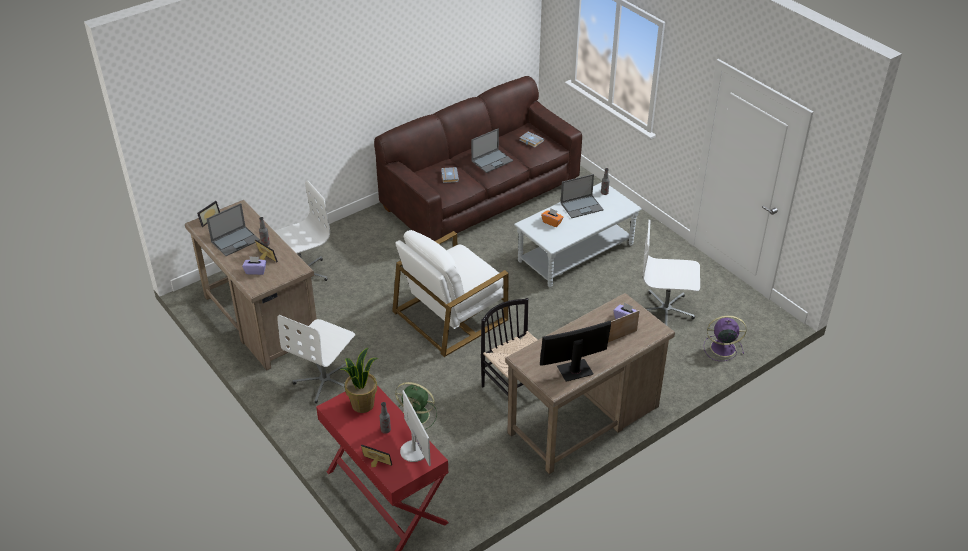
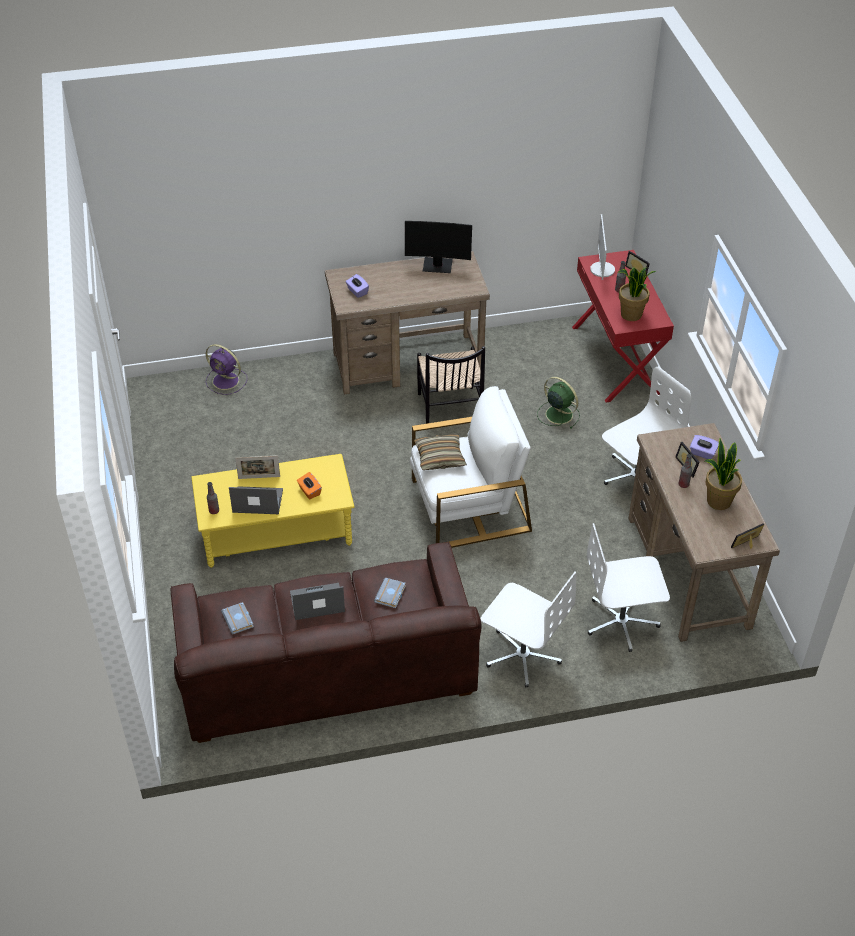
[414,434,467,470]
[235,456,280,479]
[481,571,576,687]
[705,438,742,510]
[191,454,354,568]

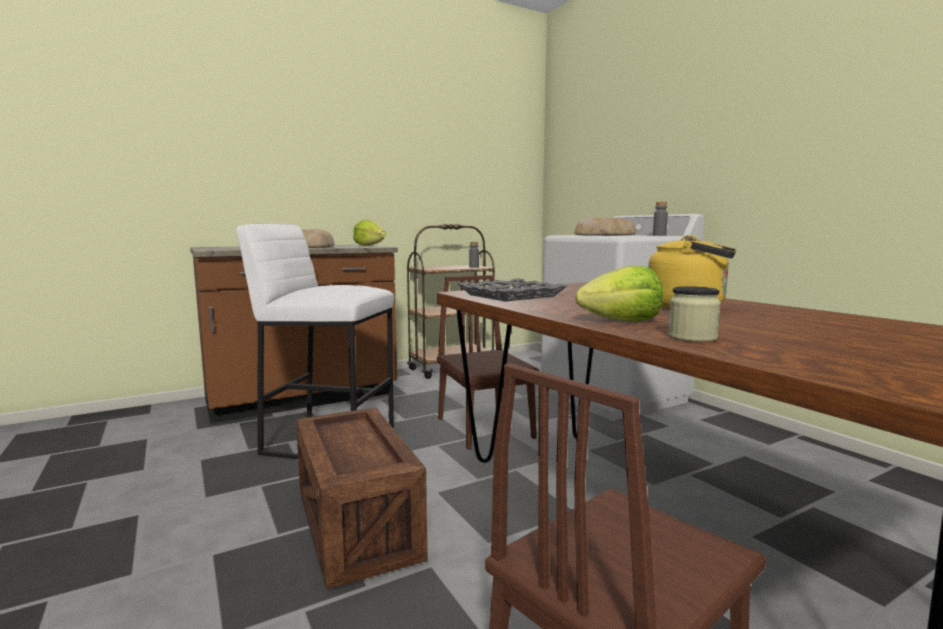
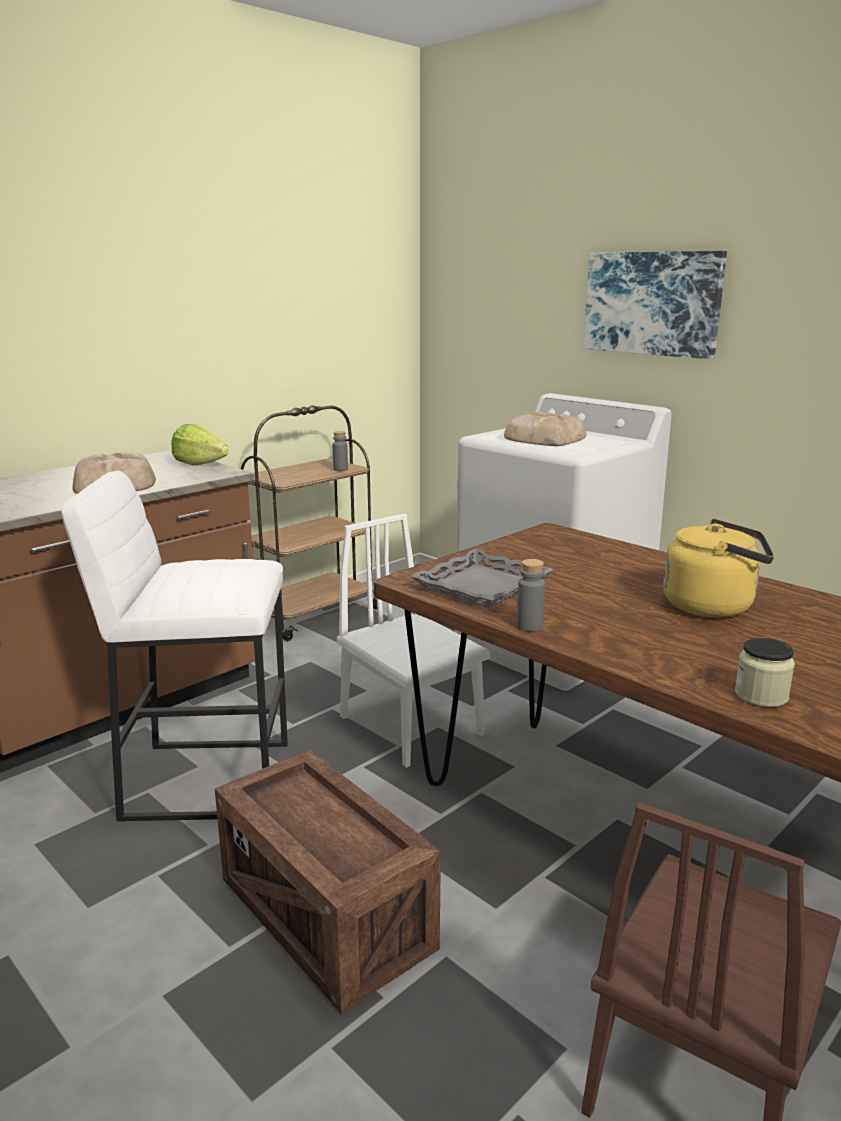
[575,266,663,321] (first image)
[583,251,727,359]
[517,559,545,631]
[337,514,490,768]

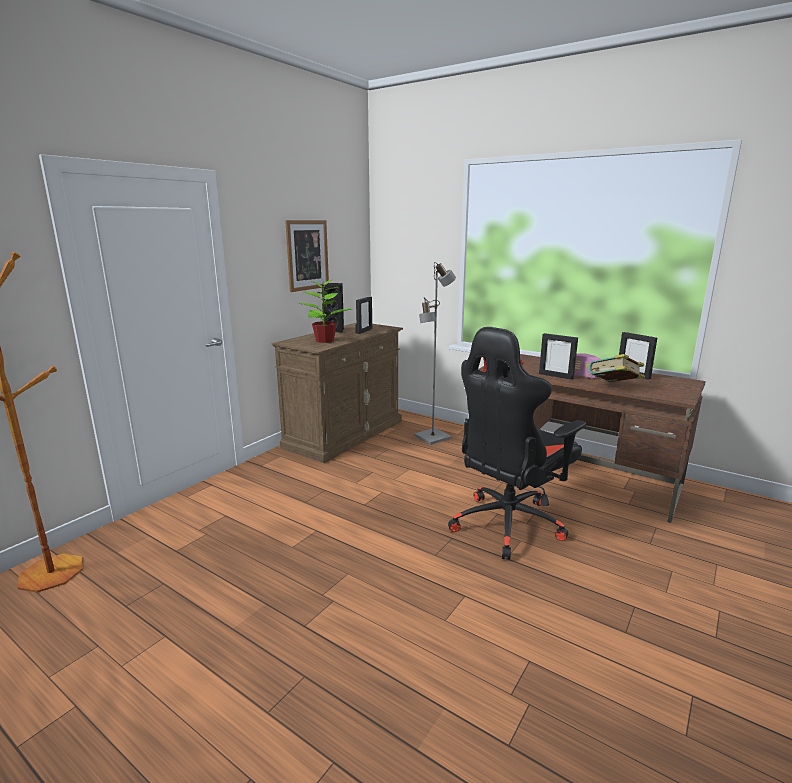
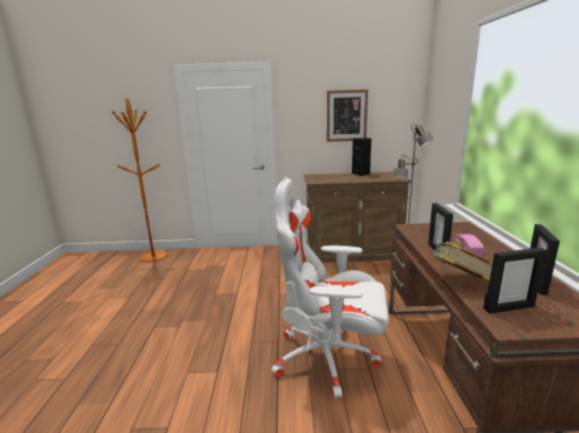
[299,280,352,343] (first image)
[483,247,547,314]
[271,177,389,399]

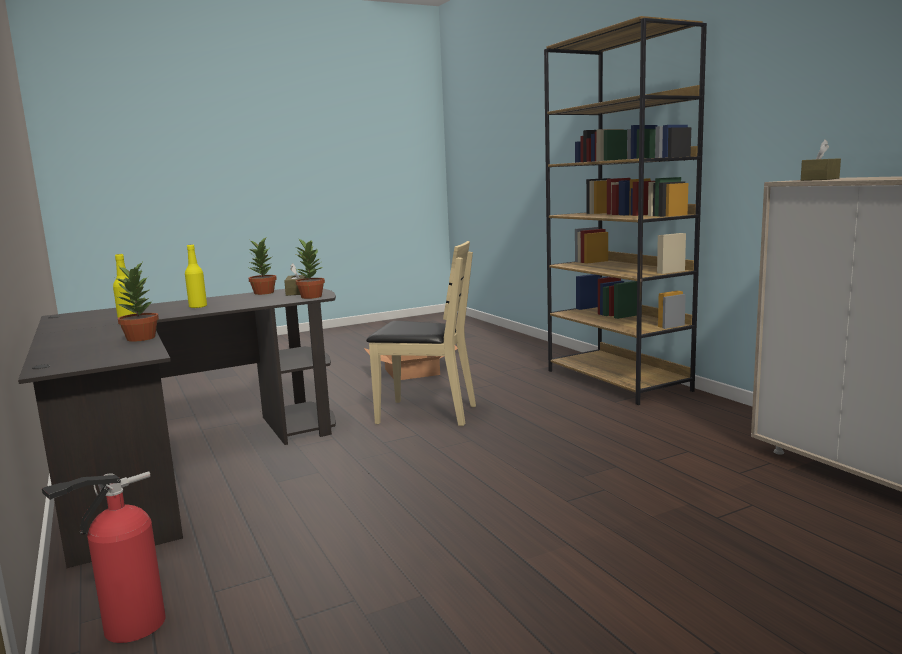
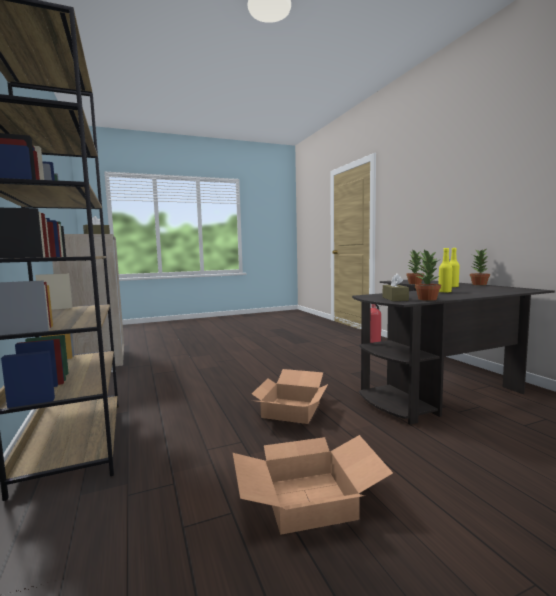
[470,249,490,285]
[252,369,328,424]

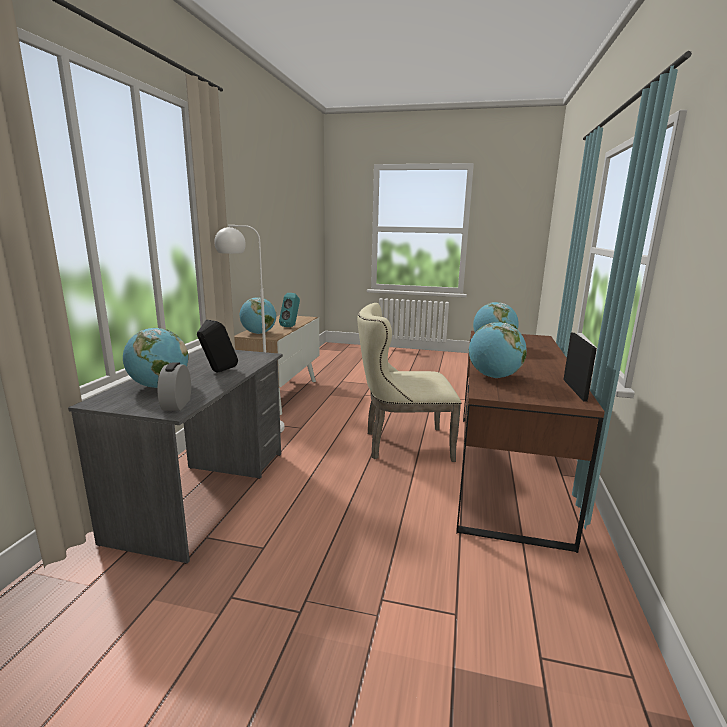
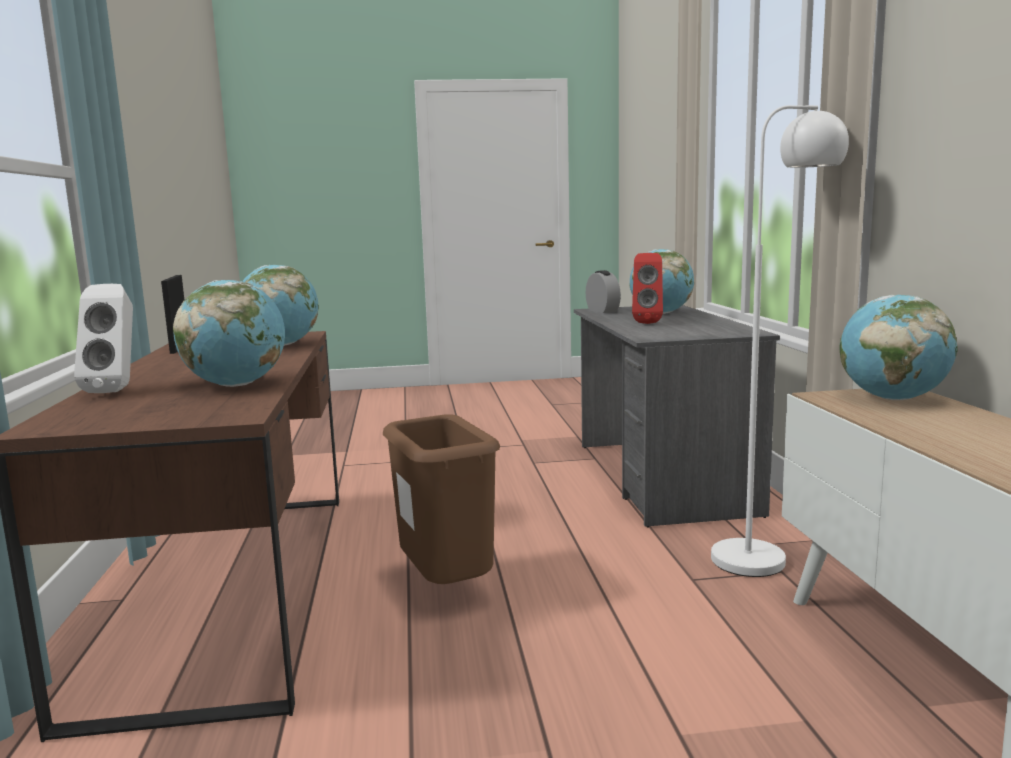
[279,293,300,327] (first image)
[74,284,133,393]
[383,414,500,584]
[632,253,663,324]

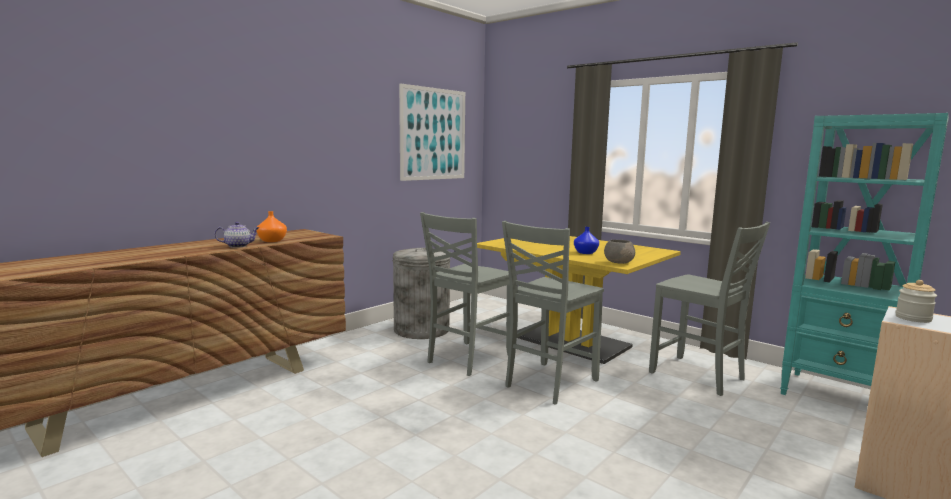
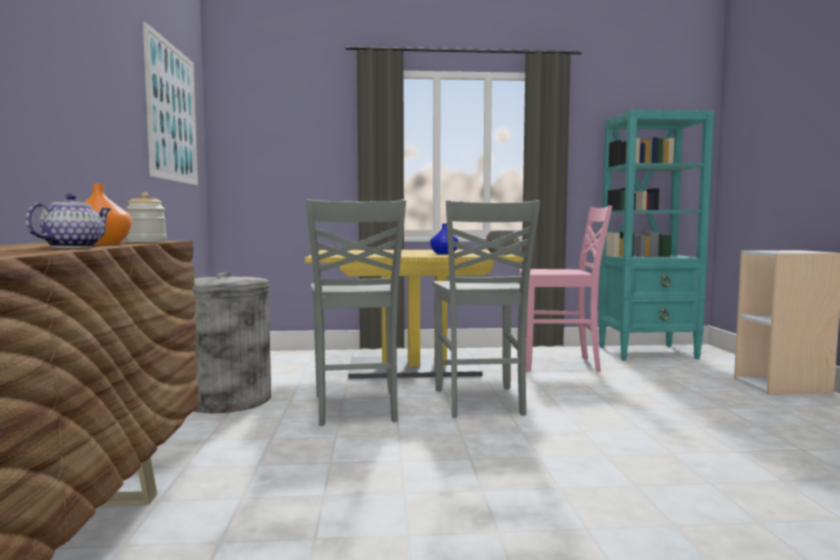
[125,192,167,242]
[517,205,612,372]

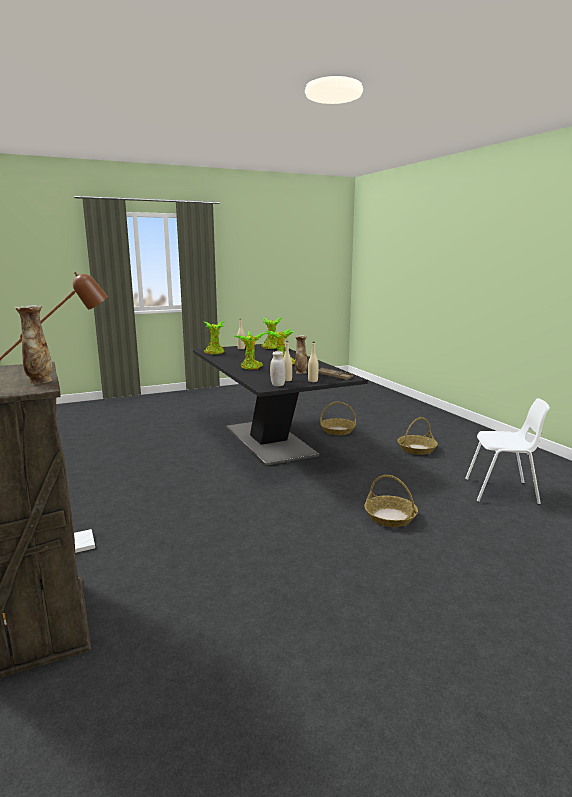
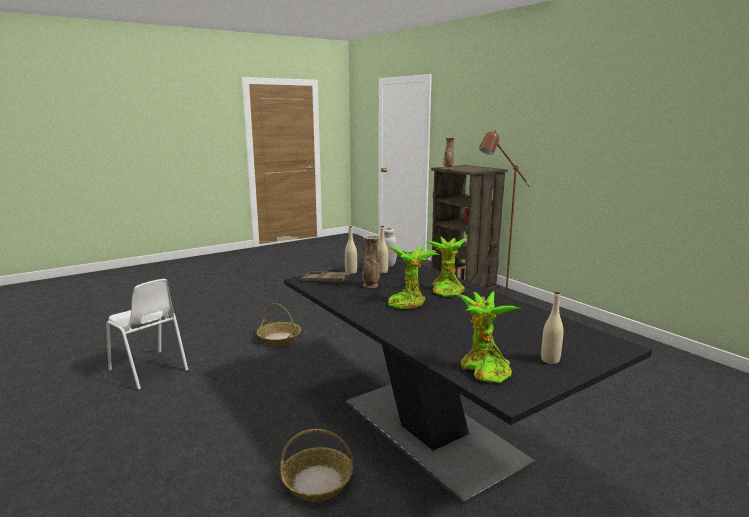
[204,321,226,354] (first image)
[397,417,438,455] (first image)
[106,279,188,390]

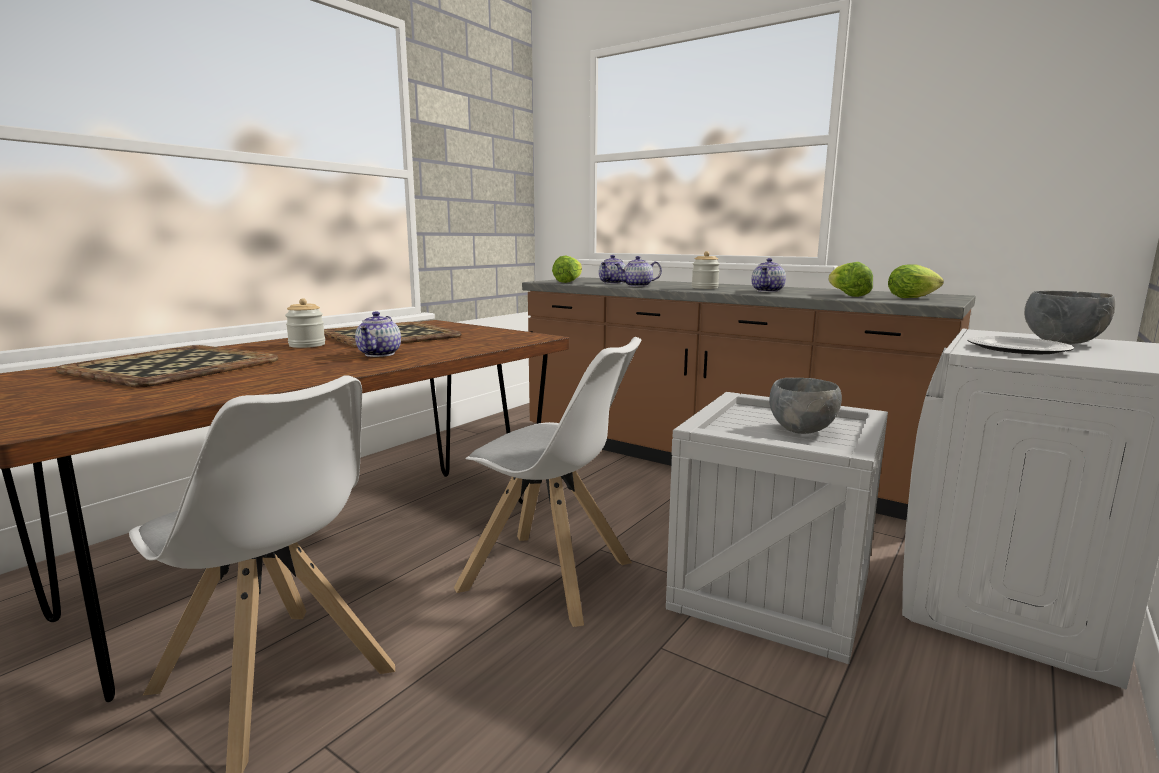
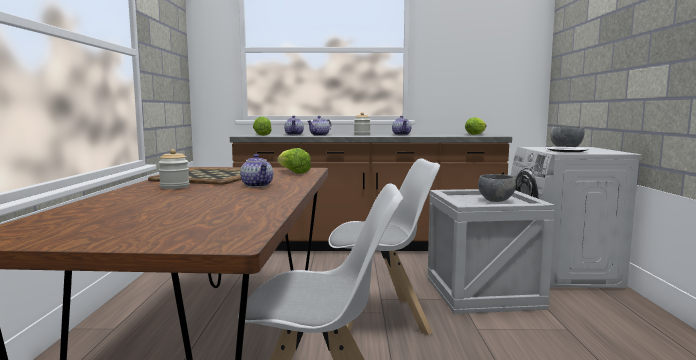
[55,345,278,387] (first image)
[277,148,311,174]

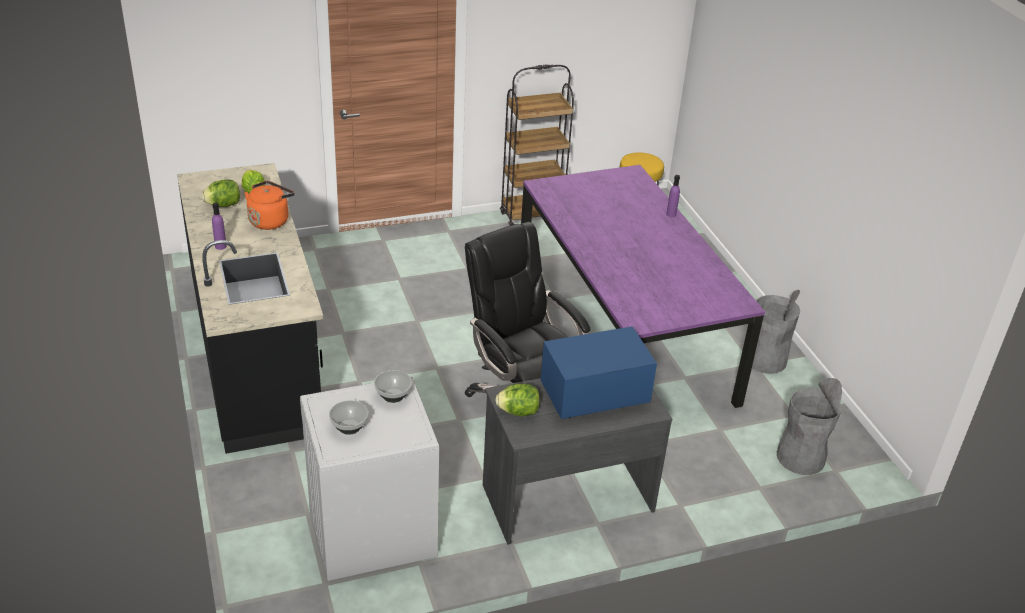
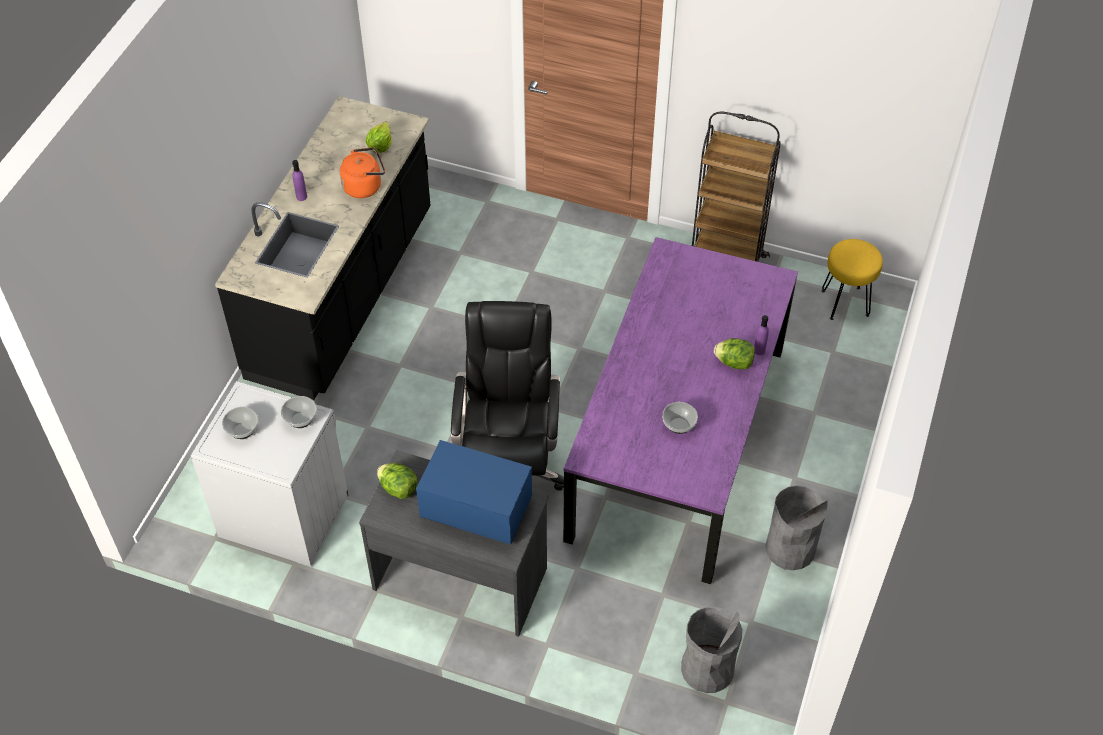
[662,402,698,434]
[714,338,755,370]

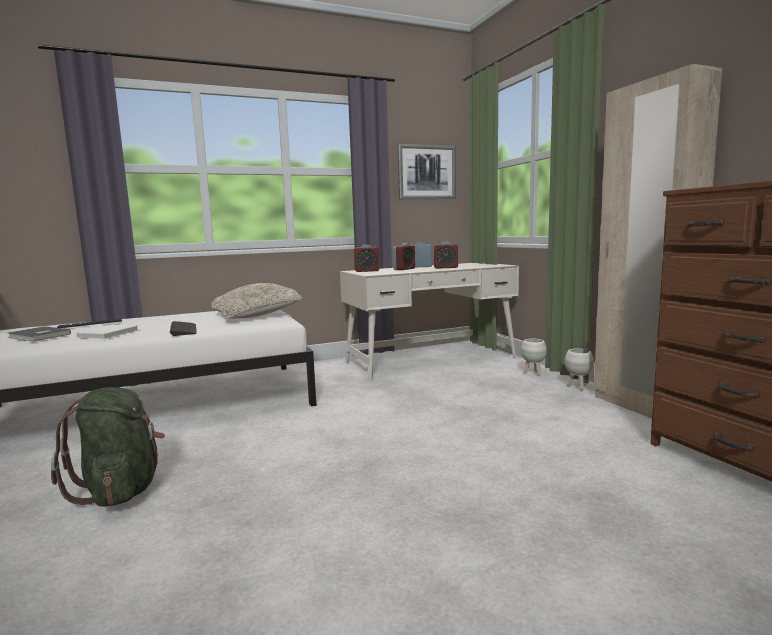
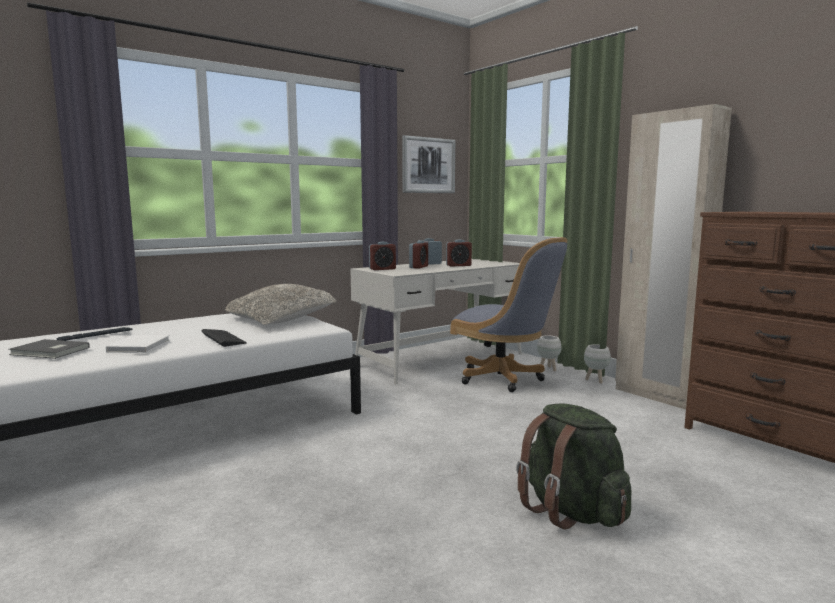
[450,237,567,392]
[516,404,632,529]

